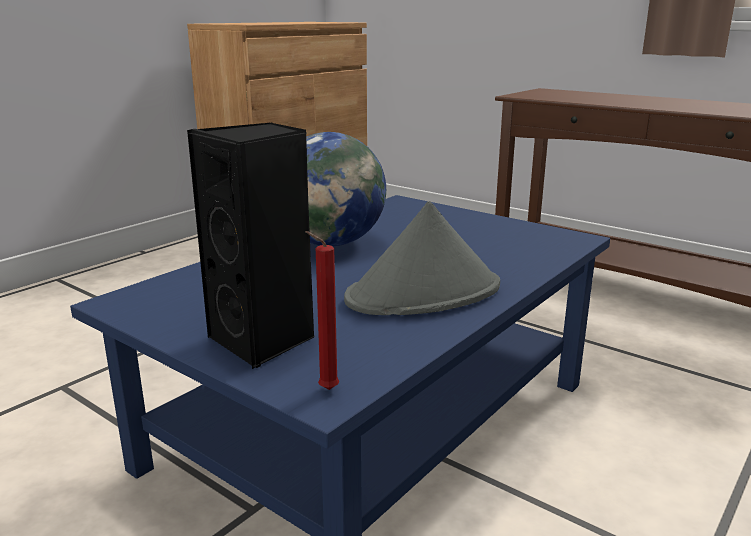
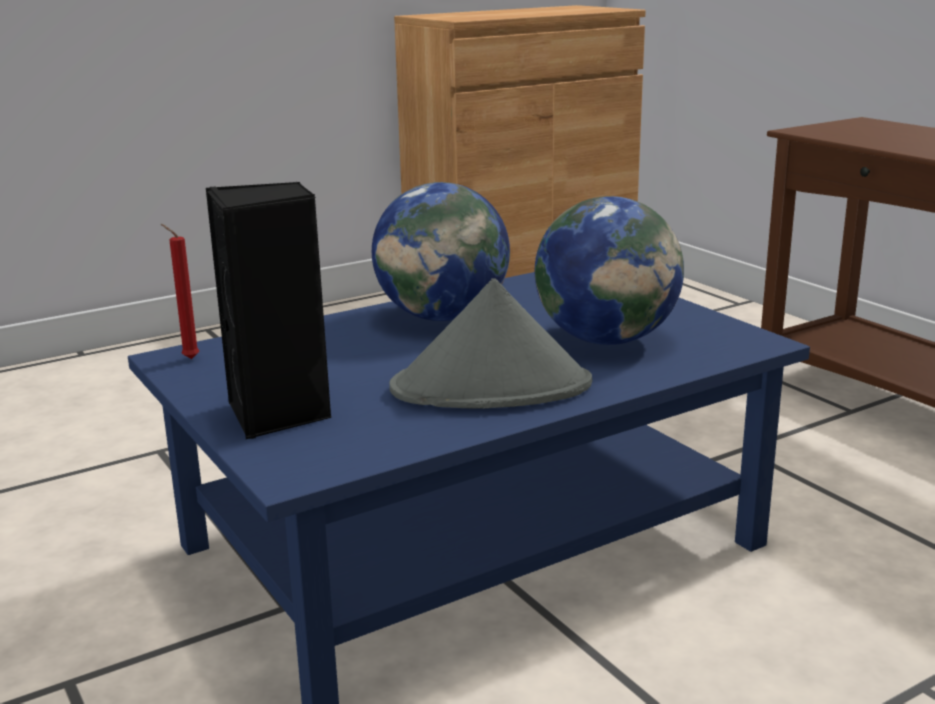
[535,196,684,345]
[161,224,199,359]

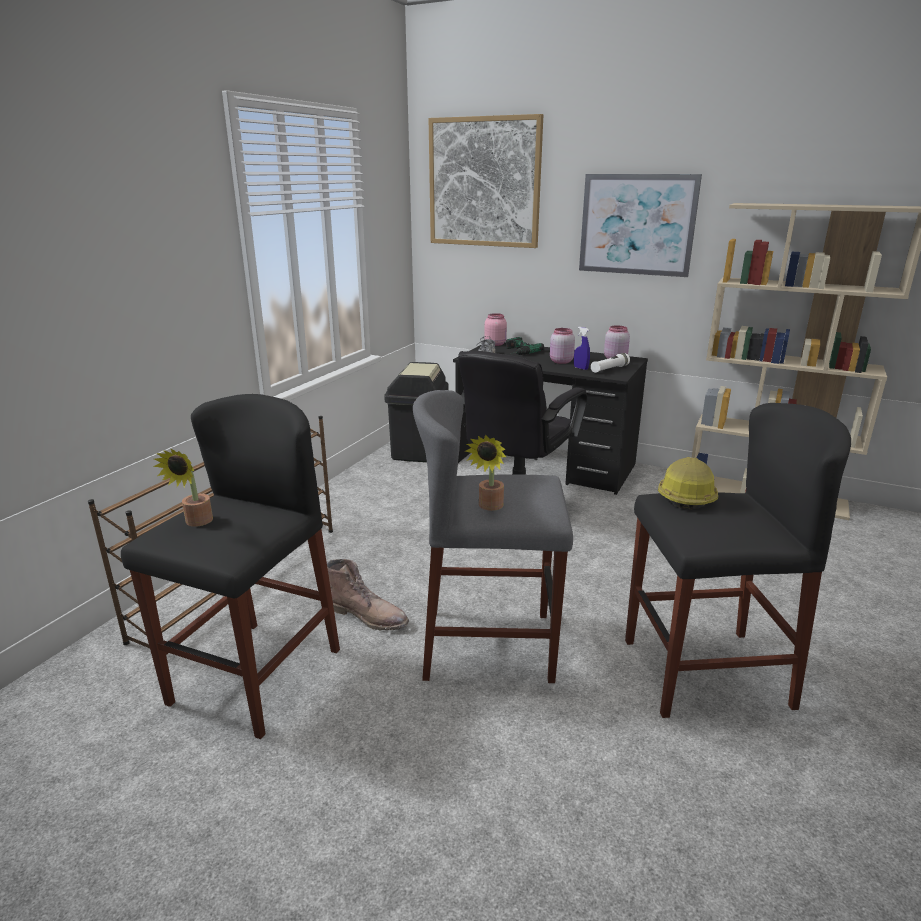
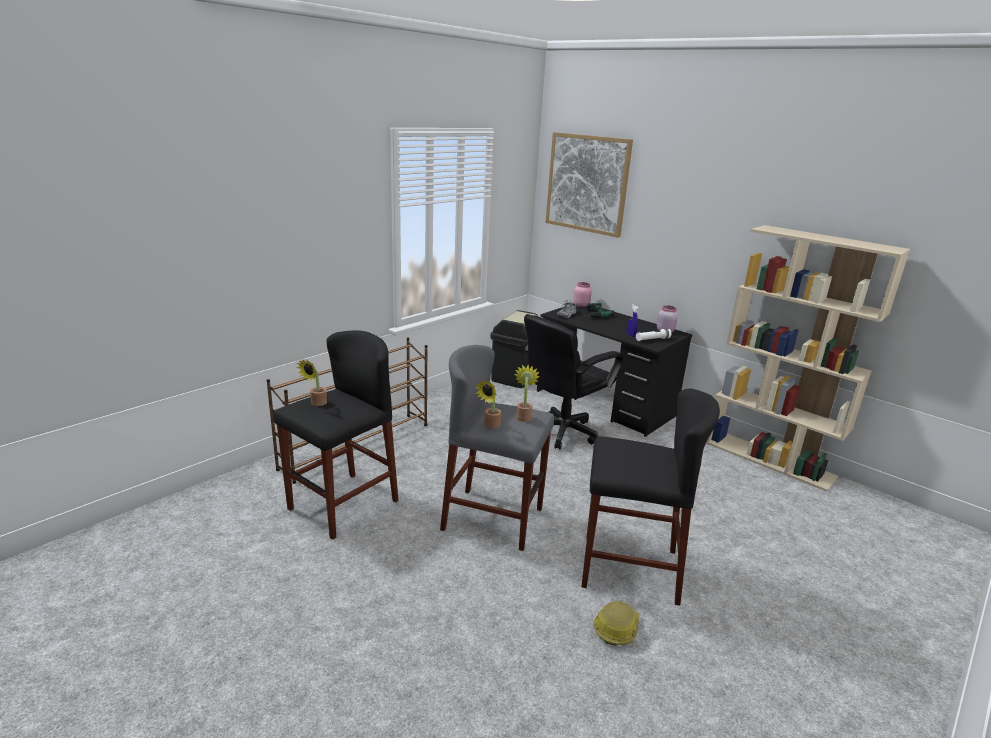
[327,559,409,631] (first image)
[550,328,575,364] (first image)
[579,174,702,277] (first image)
[514,365,540,422]
[594,601,640,645]

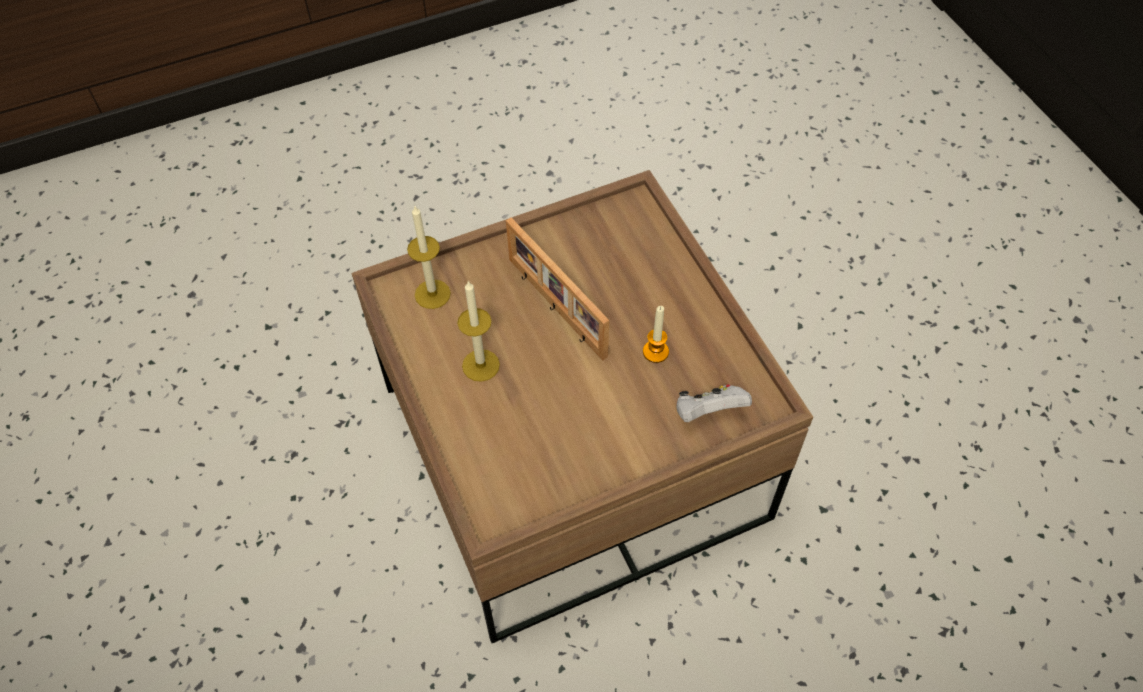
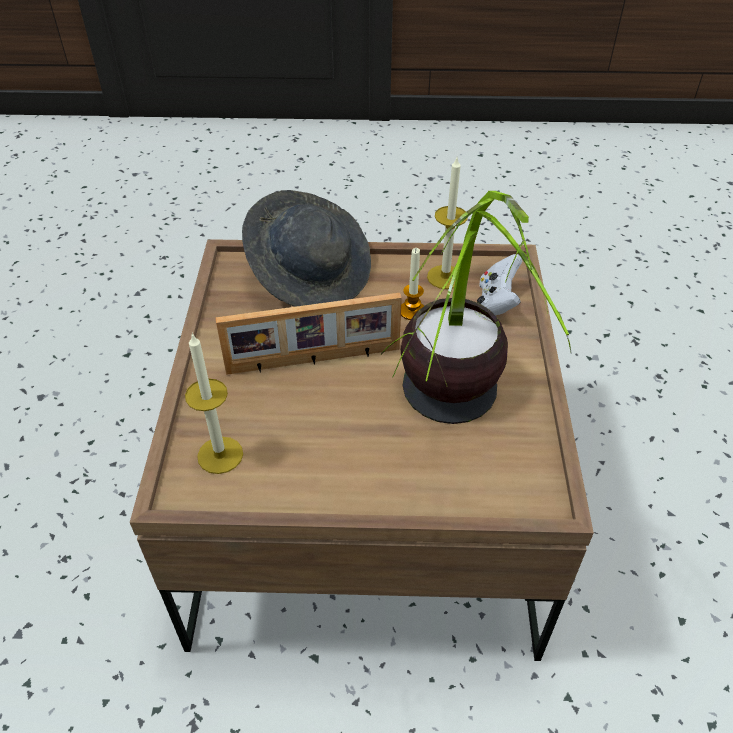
[242,190,371,307]
[380,191,572,424]
[427,158,468,289]

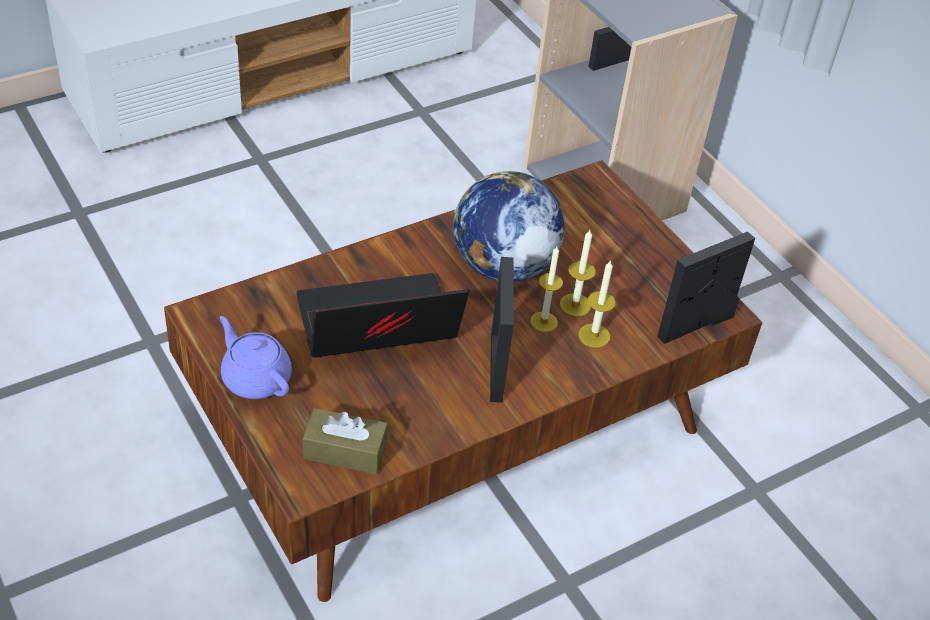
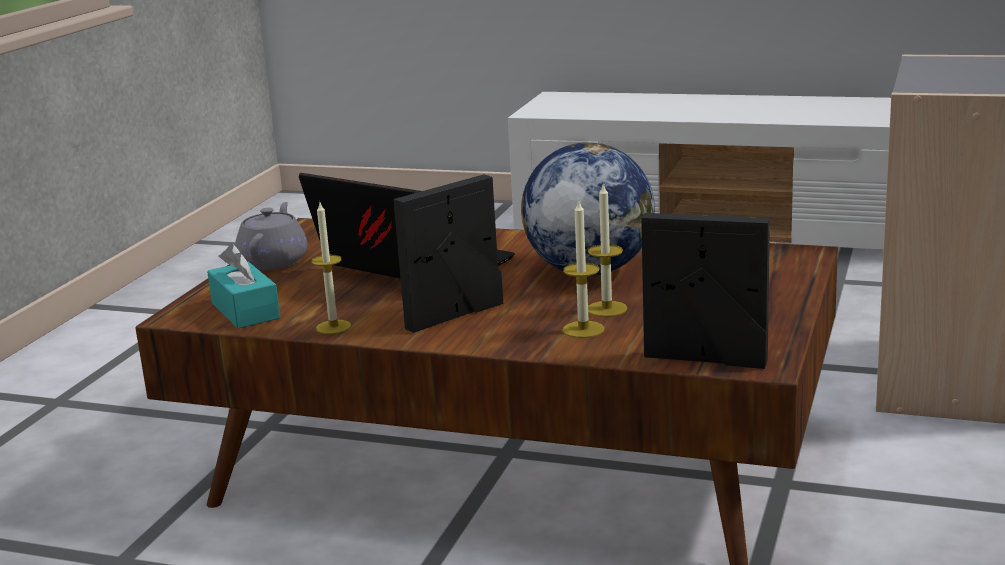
[311,203,351,334]
[235,202,308,270]
[207,244,280,329]

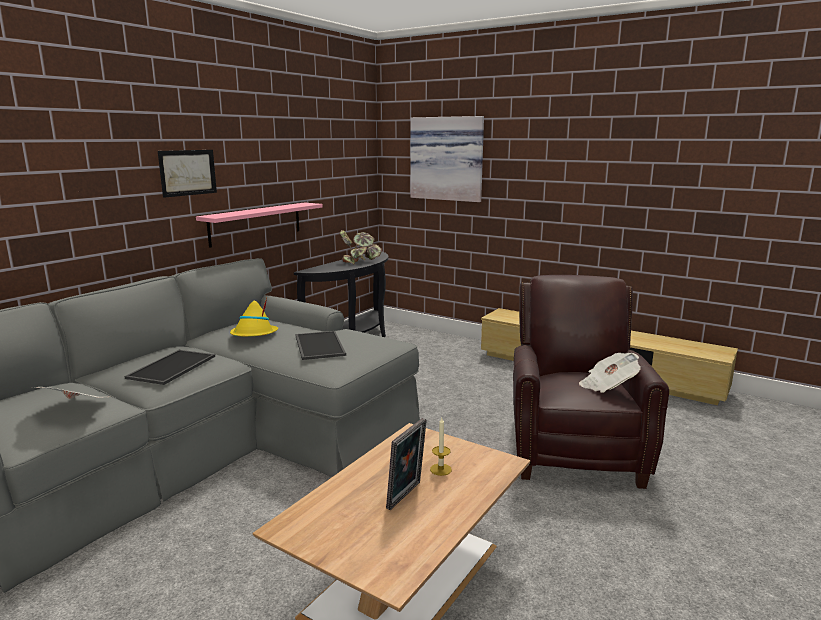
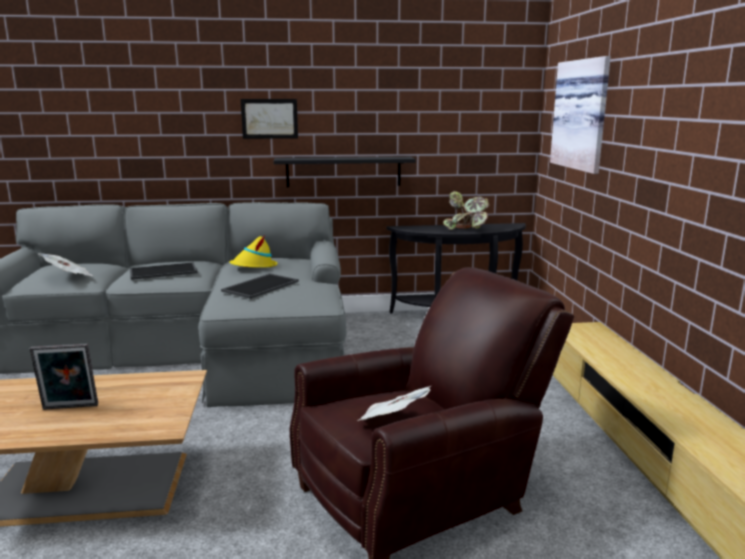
[430,418,452,476] (first image)
[274,157,416,187]

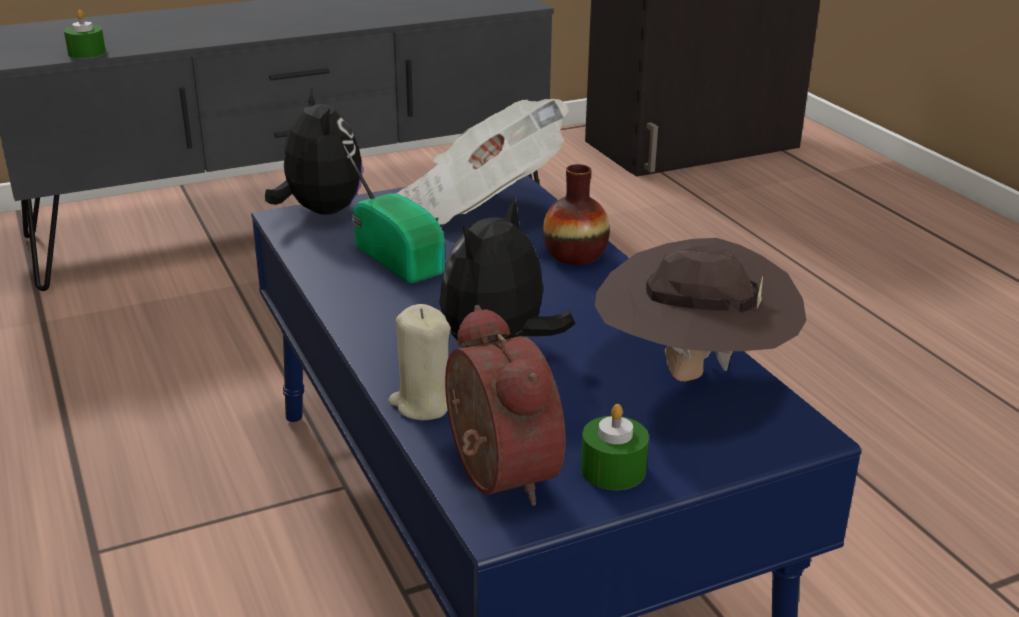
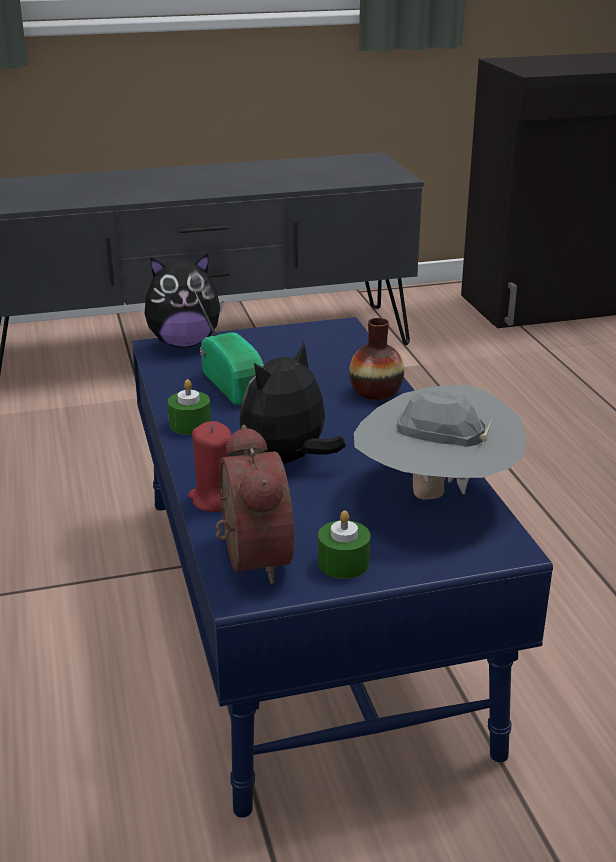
[397,99,570,225] (first image)
[168,380,211,435]
[188,421,232,512]
[354,385,526,500]
[145,254,223,348]

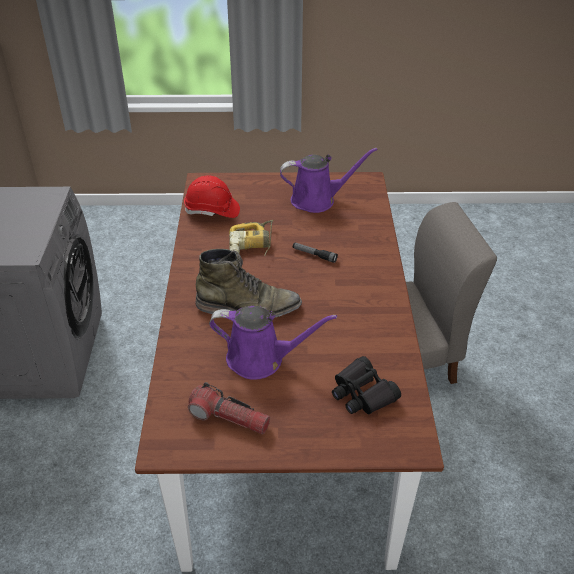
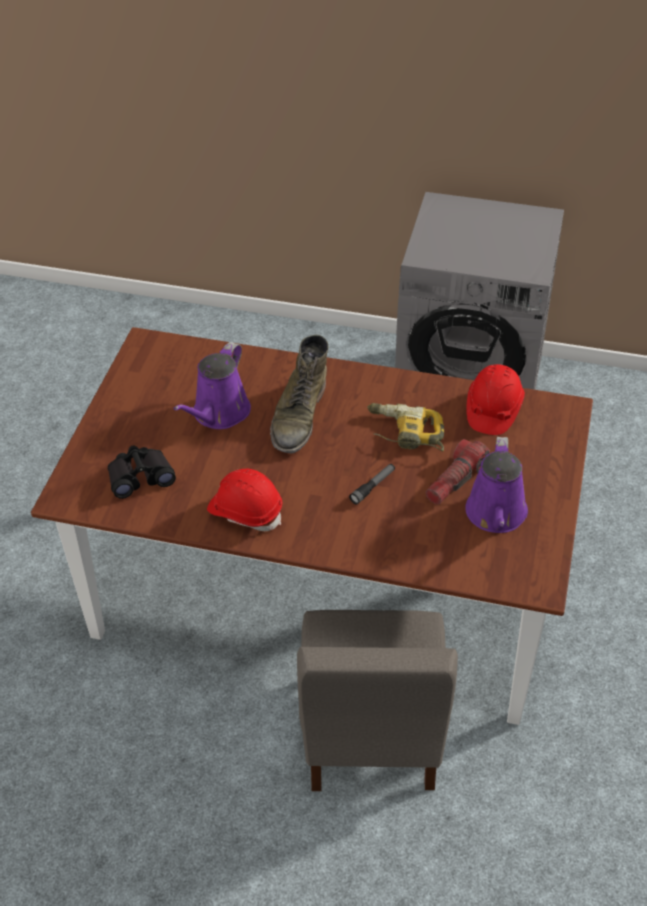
[207,469,282,531]
[425,439,490,504]

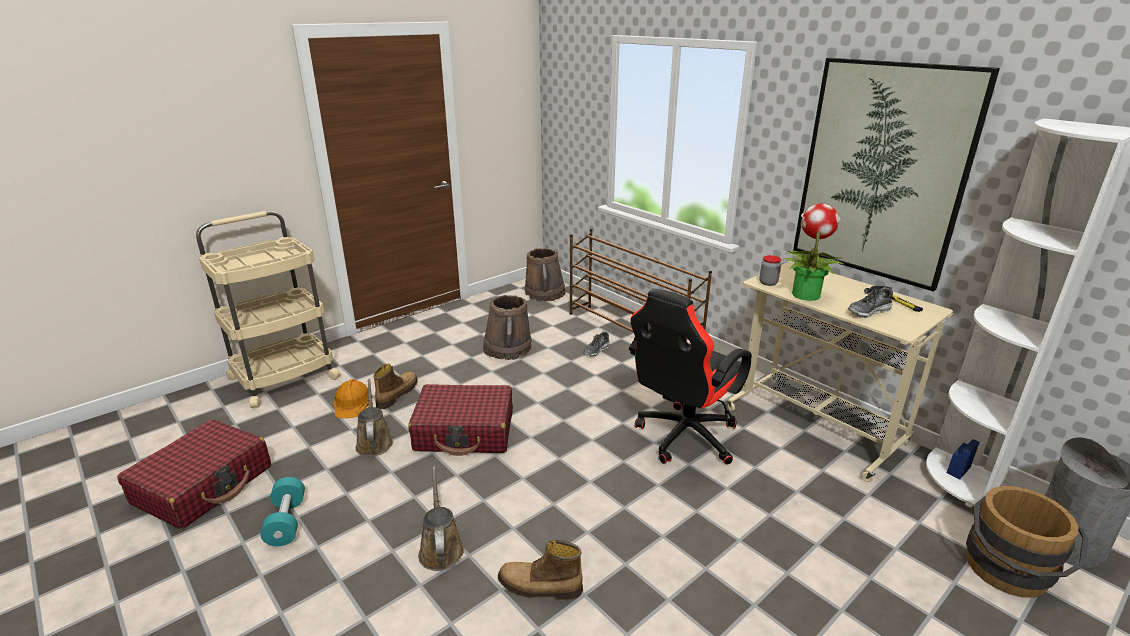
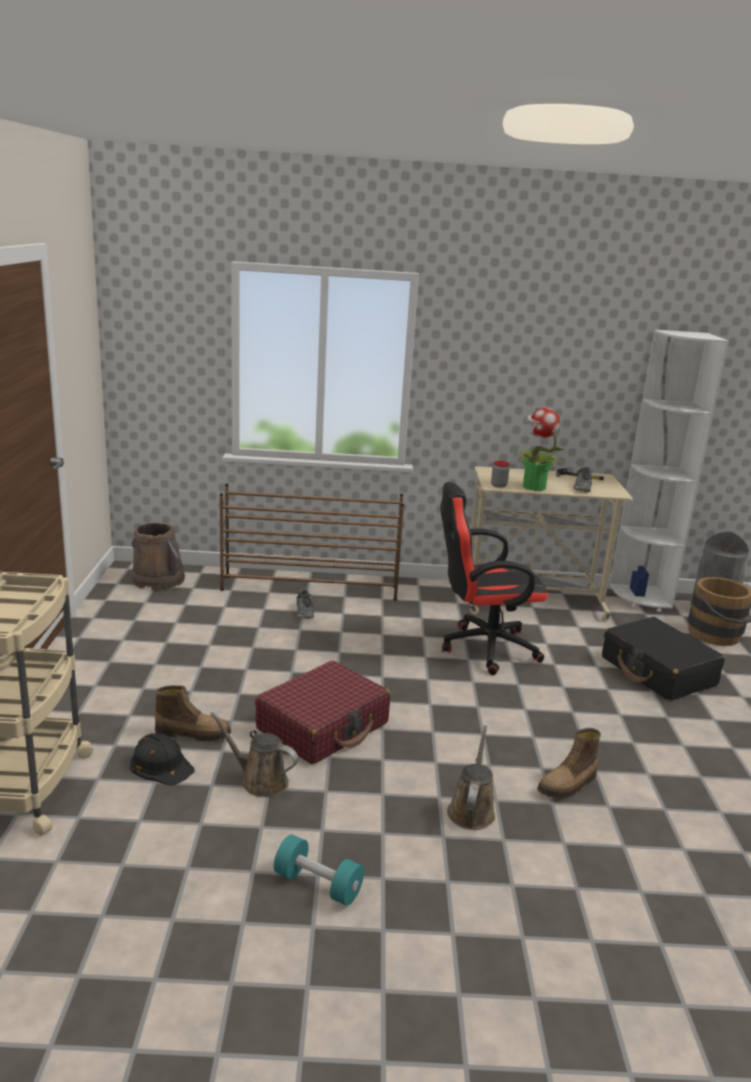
[117,419,271,529] (first image)
[483,295,532,360] (first image)
[793,58,1000,292] (first image)
[602,617,725,701]
[130,733,195,785]
[155,685,231,742]
[447,725,495,830]
[440,482,548,675]

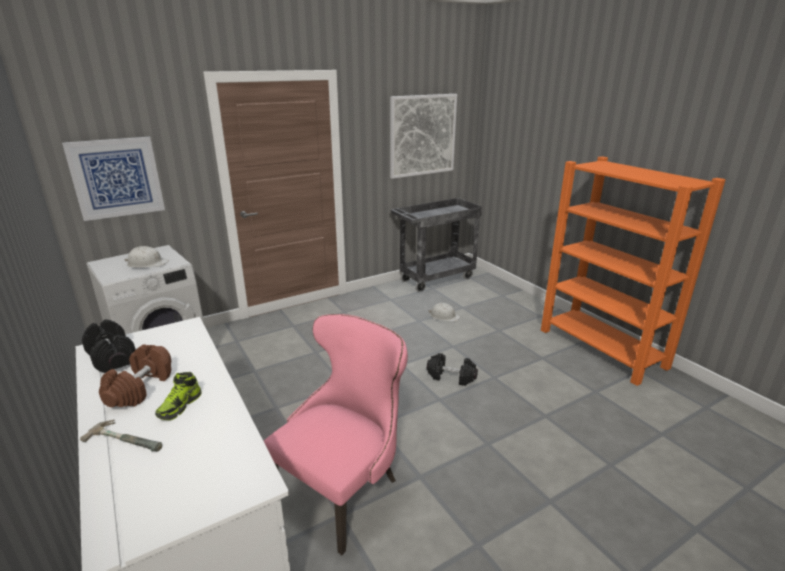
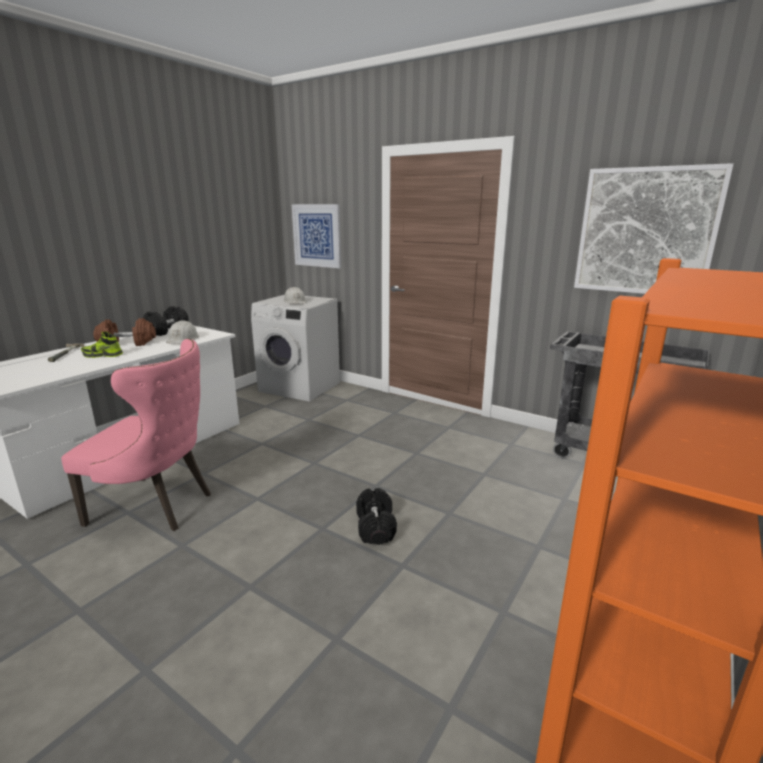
[166,320,199,344]

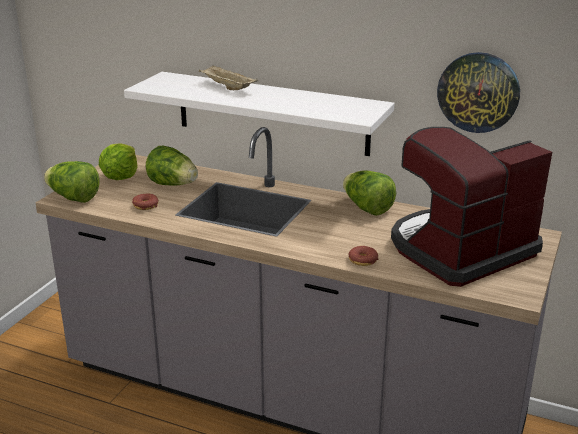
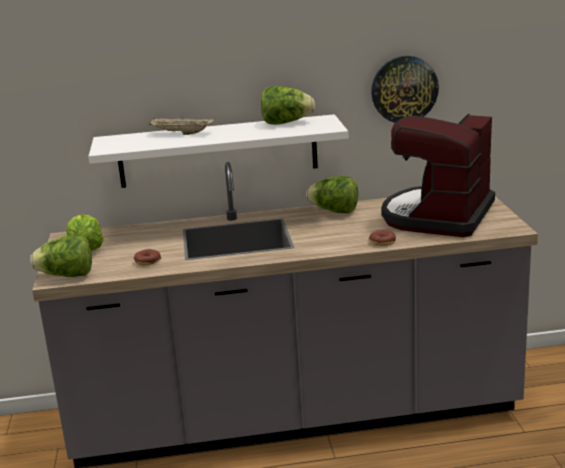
[261,86,315,125]

